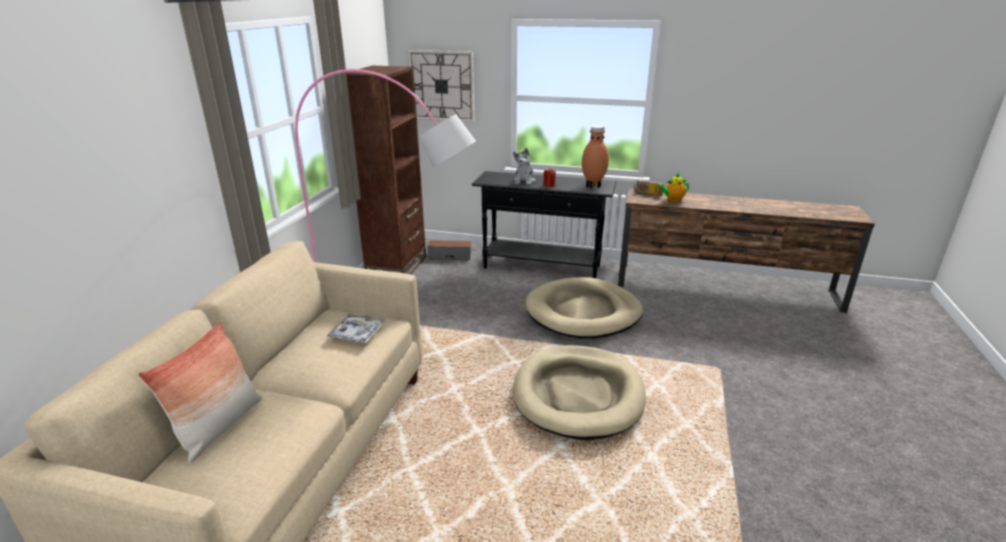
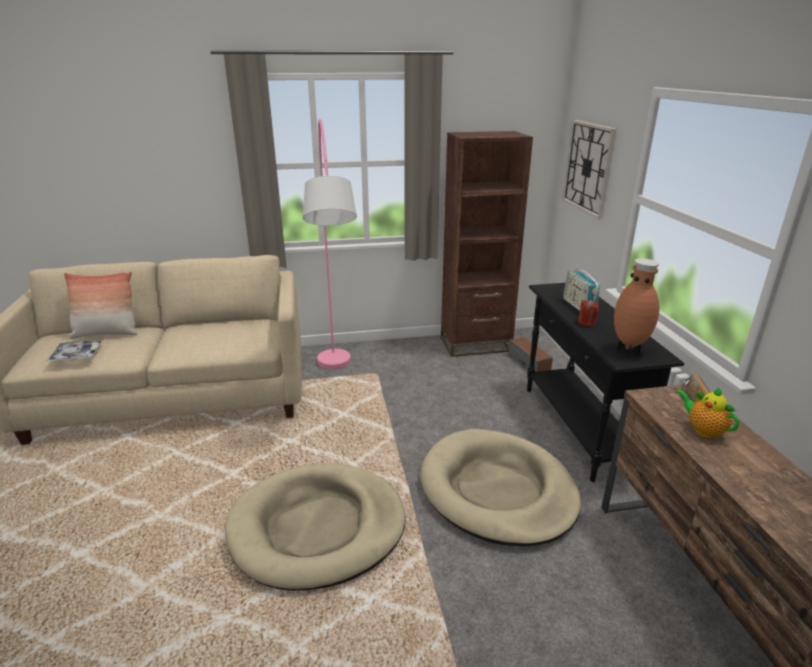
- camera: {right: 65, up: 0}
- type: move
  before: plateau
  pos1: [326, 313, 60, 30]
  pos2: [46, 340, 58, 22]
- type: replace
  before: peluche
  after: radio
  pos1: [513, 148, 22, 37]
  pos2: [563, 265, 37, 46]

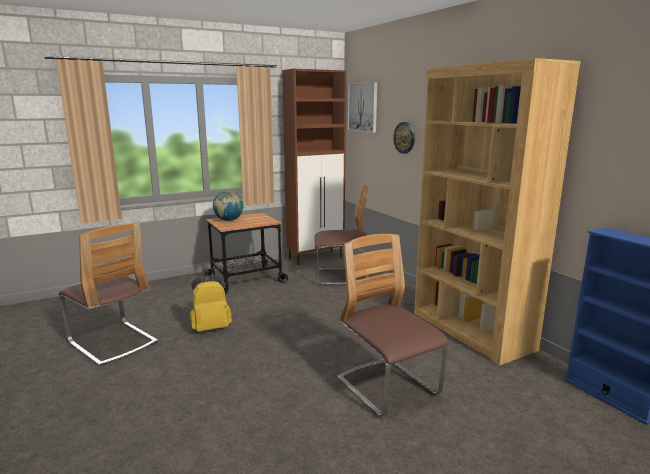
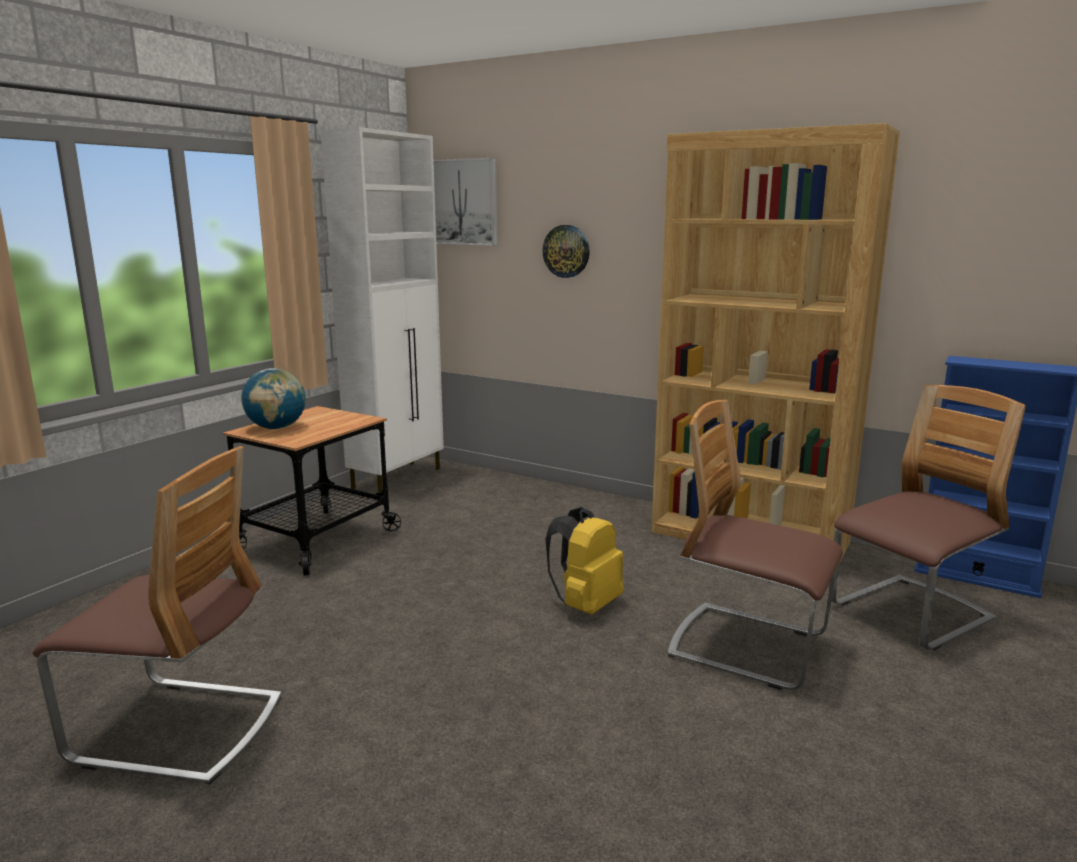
- camera: {right: -30, up: 0}
- type: recolor
  before: meuble de rangement (marron)
  after: meuble de rangement (blanc)
  pos1: [282, 69, 65, 196]
  pos2: [321, 127, 123, 366]
- type: move
  before: sac à dos (jaune)
  pos1: [190, 275, 42, 57]
  pos2: [545, 507, 79, 108]
- type: move
  before: chaise
  pos1: [314, 185, 55, 101]
  pos2: [829, 385, 197, 265]

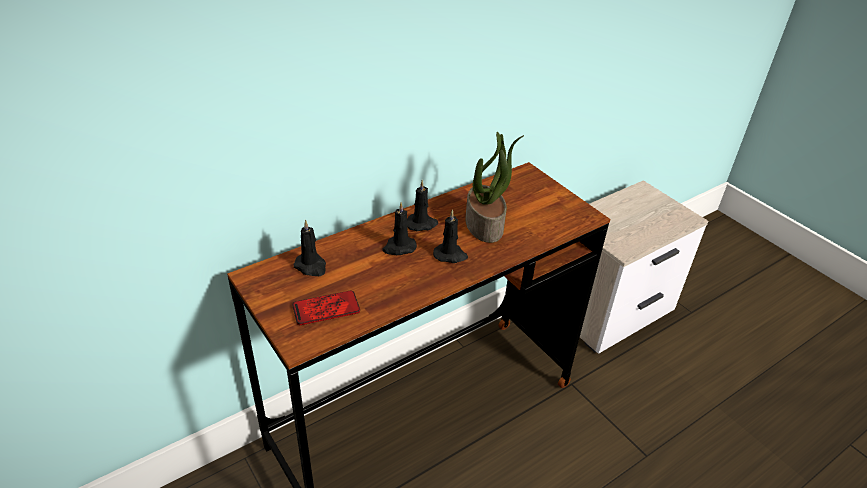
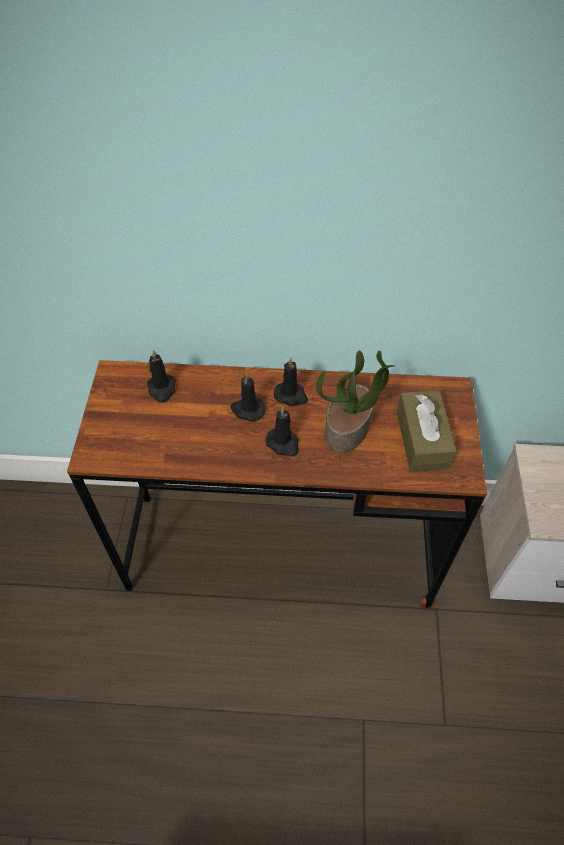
- camera: {right: 40, up: 15}
- type: insert
  after: boîte à mouchoirs (marron)
  pos2: [397, 391, 60, 81]
- type: delete
  before: téléphone
  pos1: [292, 291, 68, 34]

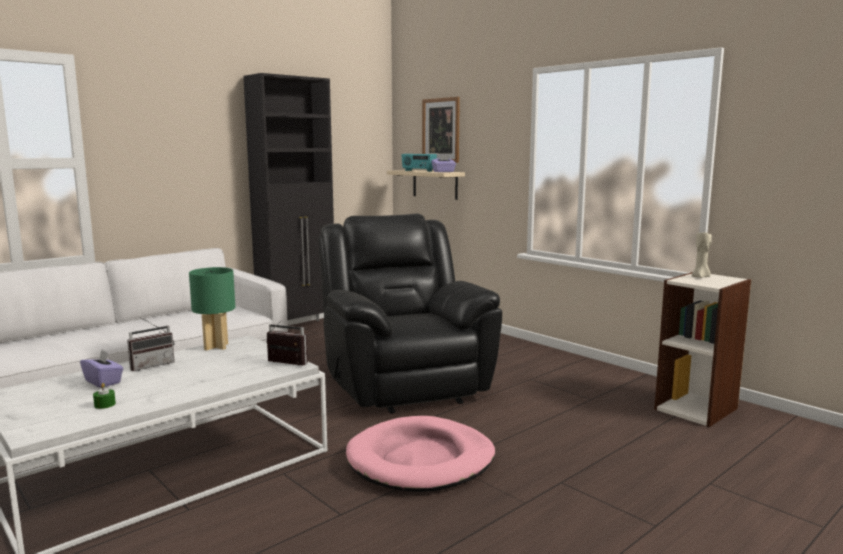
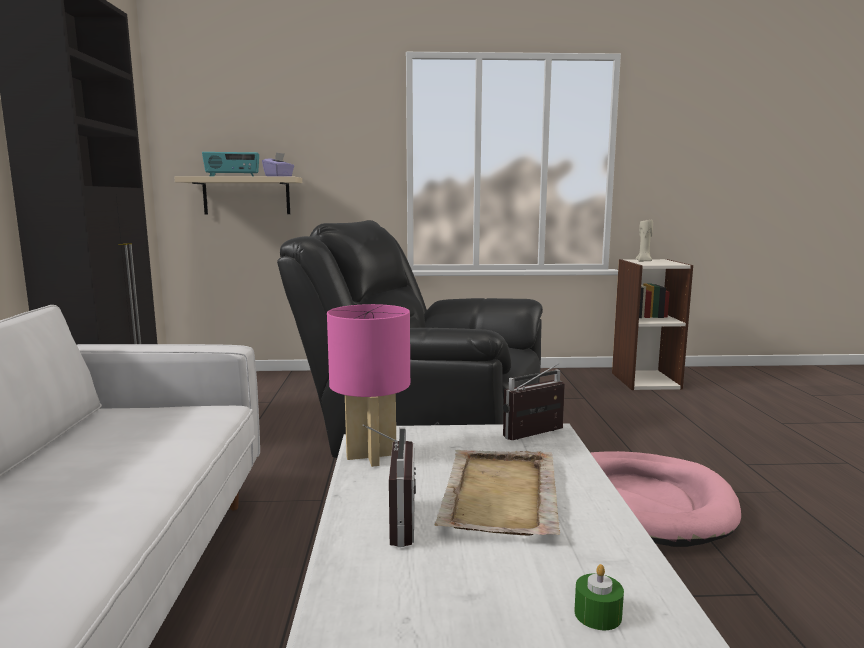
- camera: {right: -50, up: 0}
- type: recolor
  before: lampe de table (vert)
  after: lampe de table (rose)
  pos1: [189, 267, 46, 84]
  pos2: [327, 304, 83, 163]
- type: insert
  after: plateau (beige)
  pos2: [435, 450, 125, 86]
- type: delete
  before: boîte à mouchoirs (violet)
  pos1: [80, 350, 43, 38]
- type: delete
  before: tableau
  pos1: [422, 97, 38, 66]

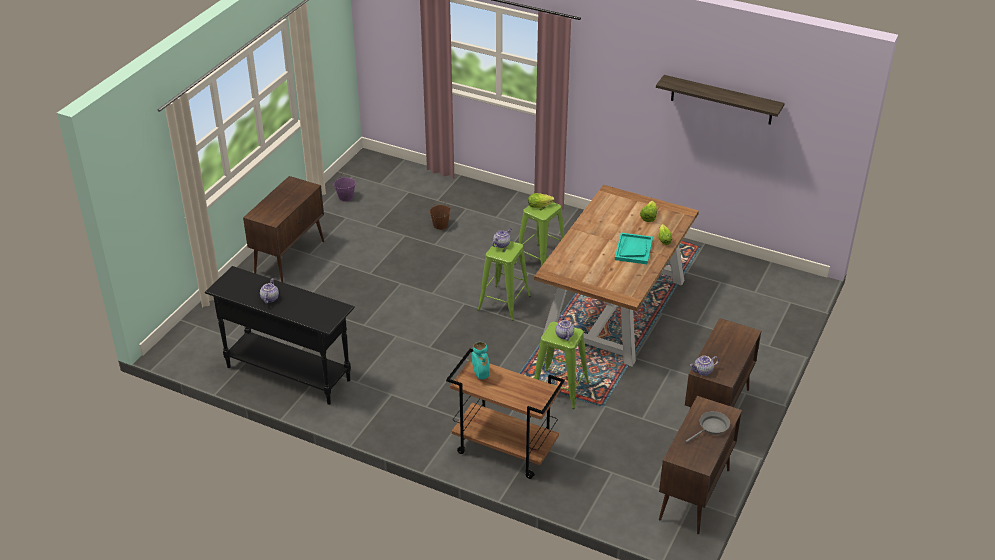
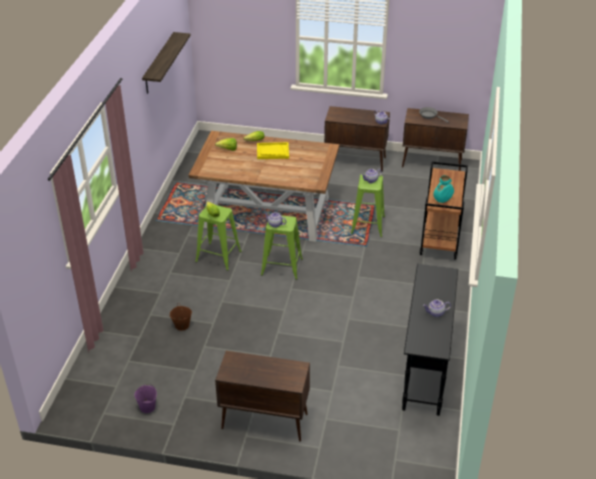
- camera: {right: -105, up: 0}
- type: recolor
  before: plateau (turquoise)
  after: plateau (jaune)
  pos1: [615, 233, 38, 31]
  pos2: [257, 142, 32, 17]

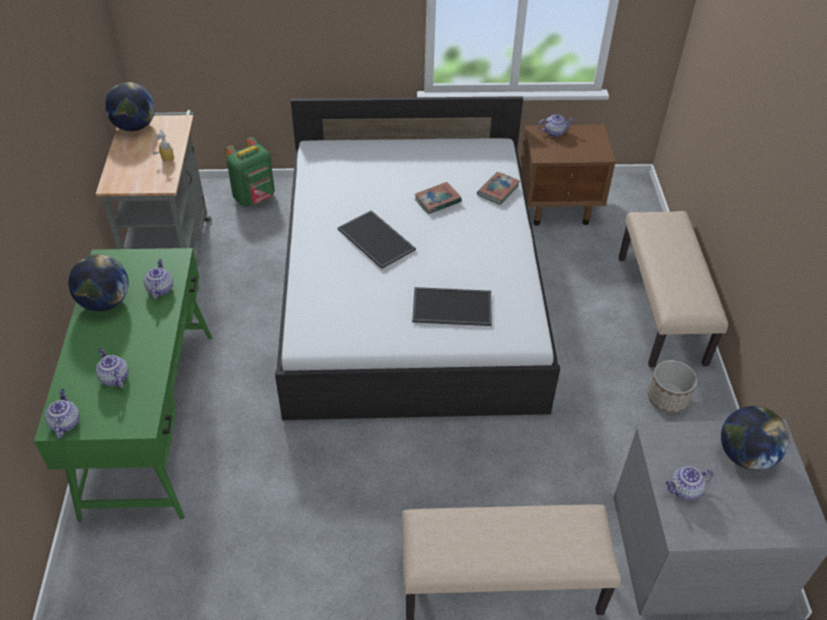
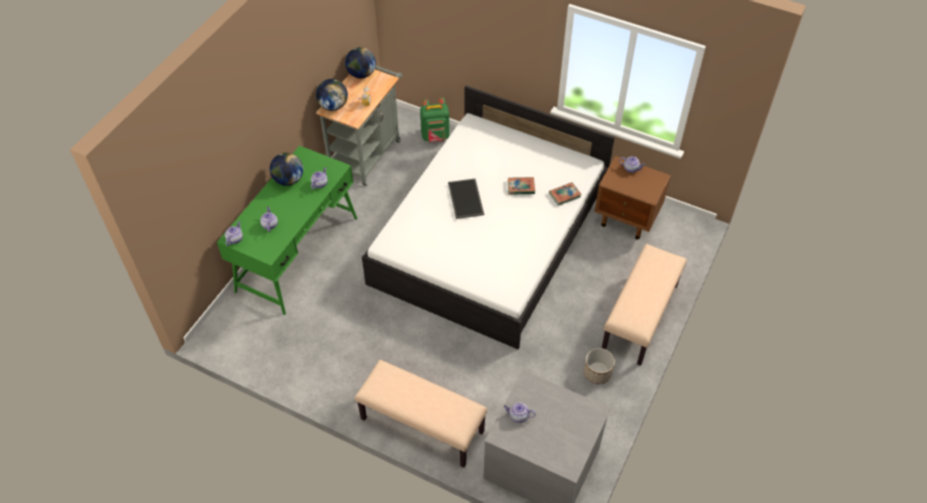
- camera: {right: 30, up: 5}
- type: move
  before: globe
  pos1: [721, 406, 68, 64]
  pos2: [316, 79, 32, 32]
- type: delete
  before: plateau
  pos1: [412, 287, 80, 39]

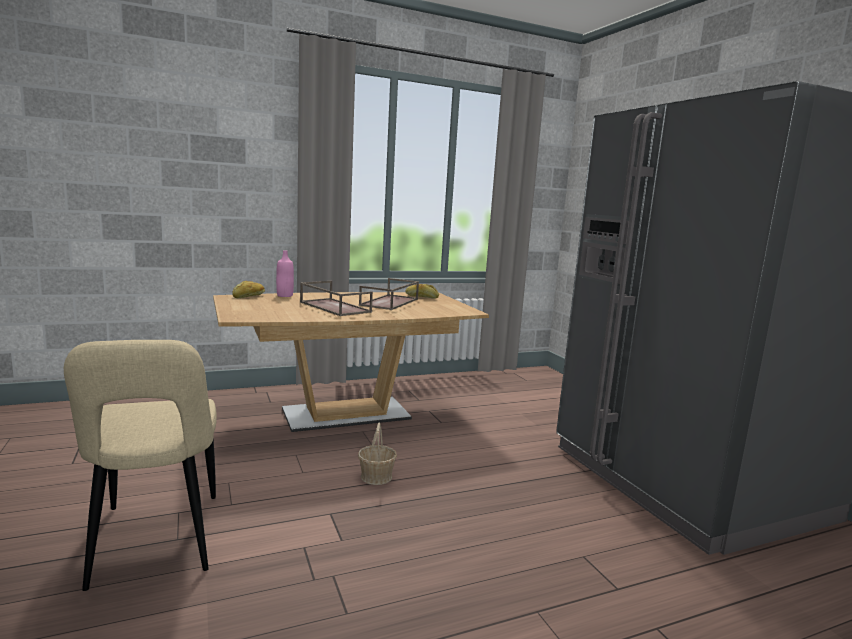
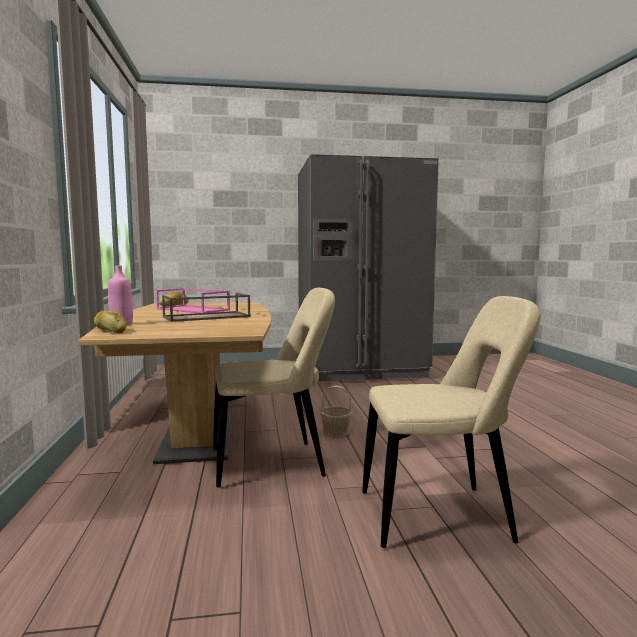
- camera: {right: -75, up: -5}
- type: recolor
  before: plateau (marron)
  after: plateau (rose)
  pos1: [359, 278, 60, 32]
  pos2: [156, 288, 74, 25]
- type: insert
  after: chaise (beige)
  pos2: [213, 288, 122, 200]

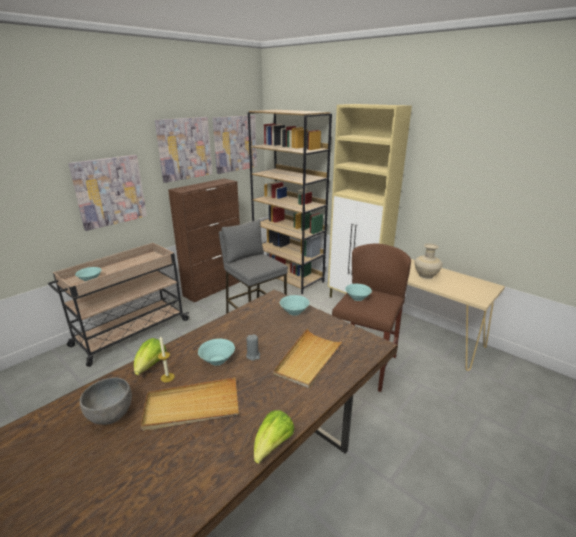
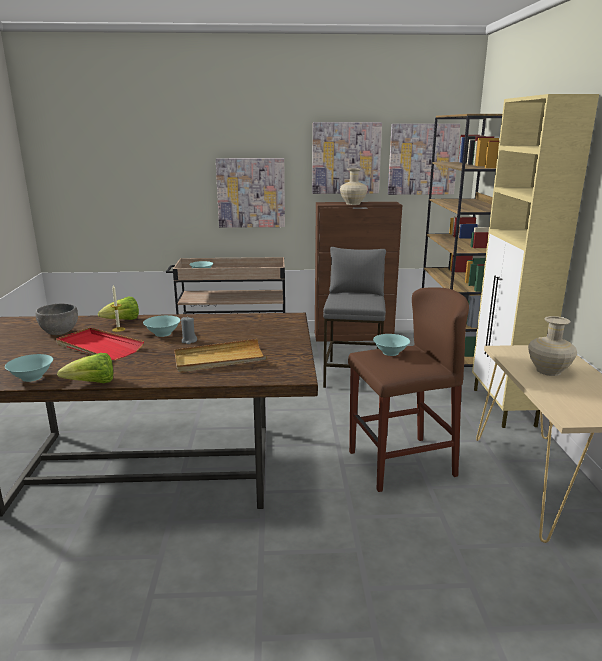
- camera: {right: 45, up: -5}
- type: move
  before: bol (turquoise)
  pos1: [280, 295, 30, 20]
  pos2: [5, 354, 48, 28]
- type: recolor
  before: plateau (beige)
  after: plateau (rouge)
  pos1: [141, 377, 98, 54]
  pos2: [56, 328, 88, 32]
- type: insert
  after: vase (beige)
  pos2: [340, 168, 28, 37]

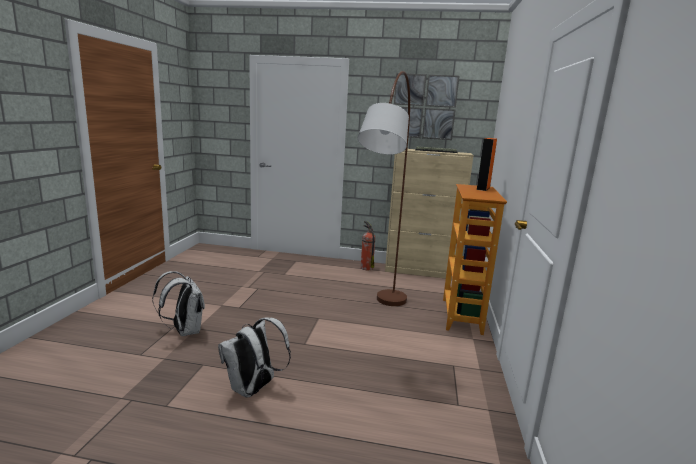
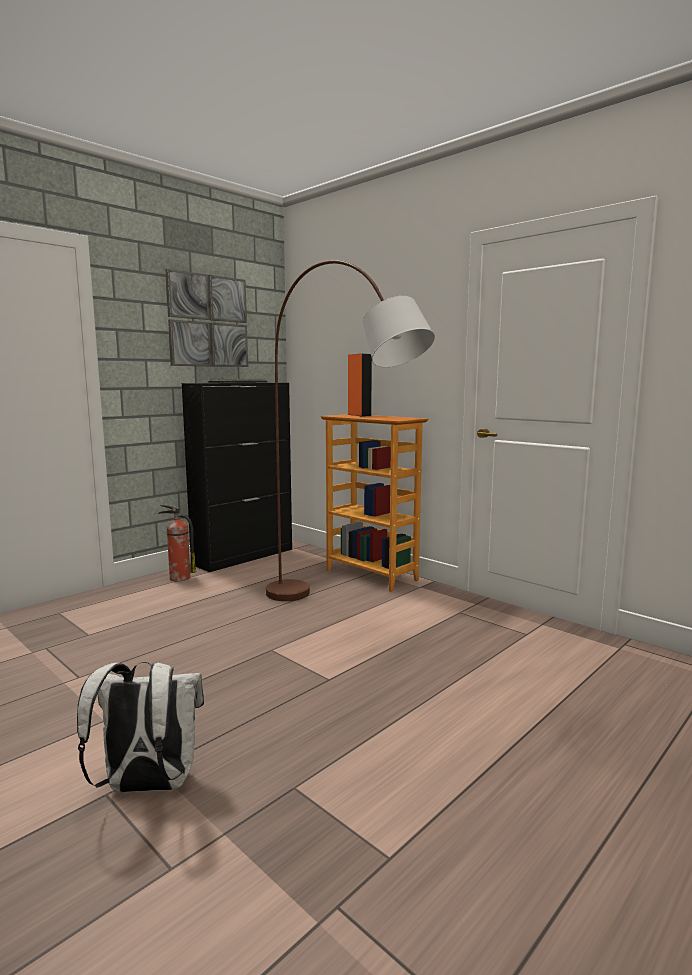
- camera: {right: -55, up: -5}
- type: recolor
  before: meuble de rangement (beige)
  after: meuble de rangement (noir)
  pos1: [385, 149, 89, 130]
  pos2: [182, 383, 110, 189]
- type: delete
  before: sac à dos (blanc)
  pos1: [218, 317, 73, 80]

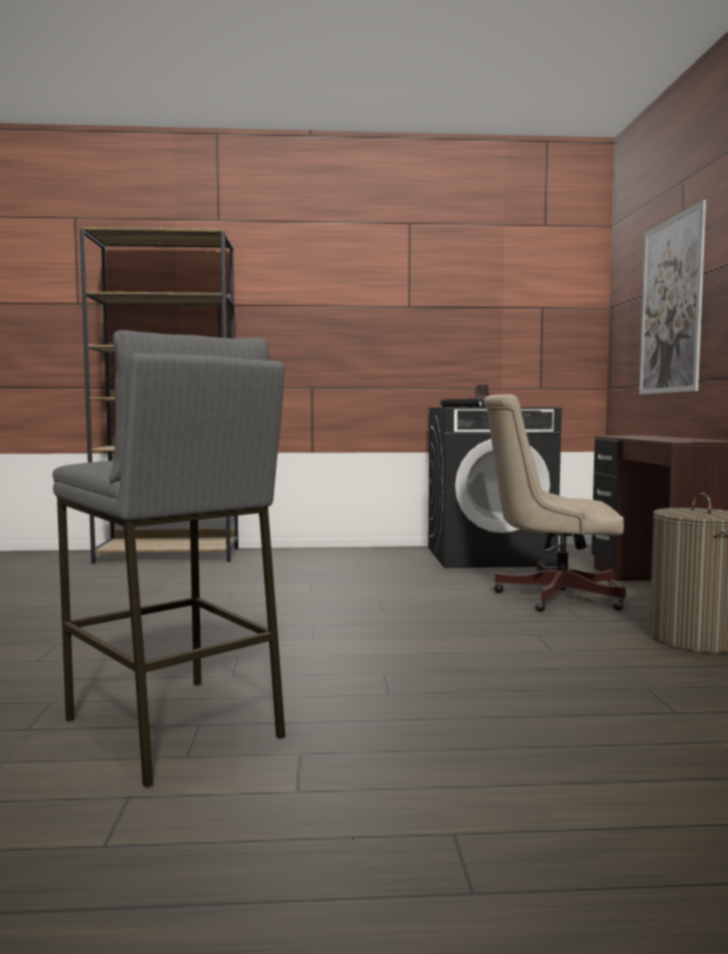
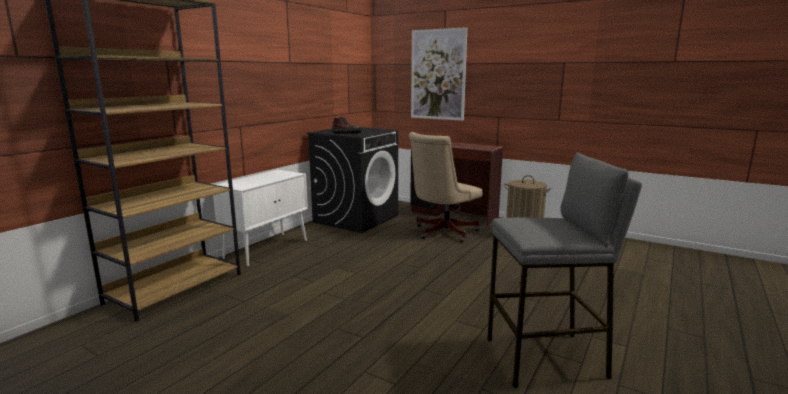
- camera: {right: -55, up: 10}
- type: insert
  after: meuble de rangement (blanc)
  pos2: [213, 170, 95, 97]

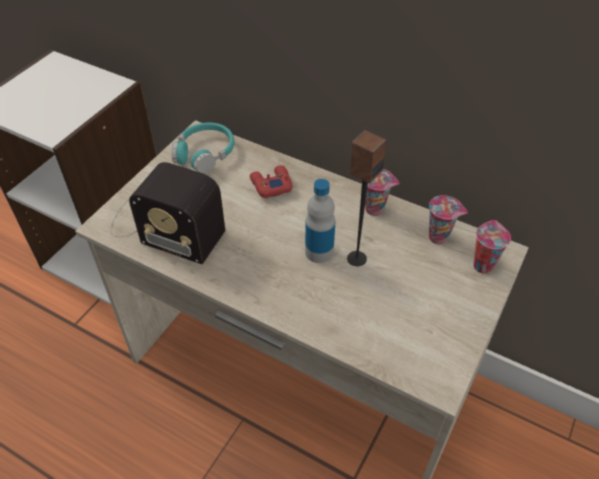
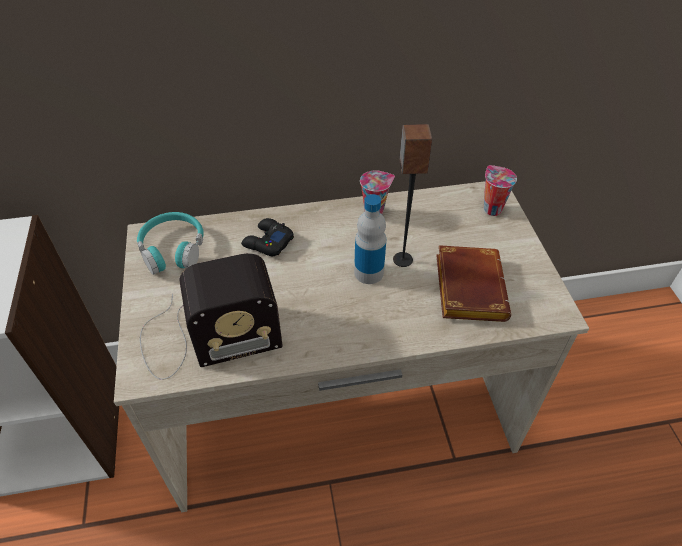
- camera: {right: -40, up: 0}
- type: recolor
  before: manette (rouge)
  after: manette (noir)
  pos1: [250, 165, 43, 33]
  pos2: [241, 218, 53, 38]
- type: insert
  after: livre (marron)
  pos2: [436, 245, 75, 77]
- type: delete
  before: tasse
  pos1: [429, 195, 39, 49]

